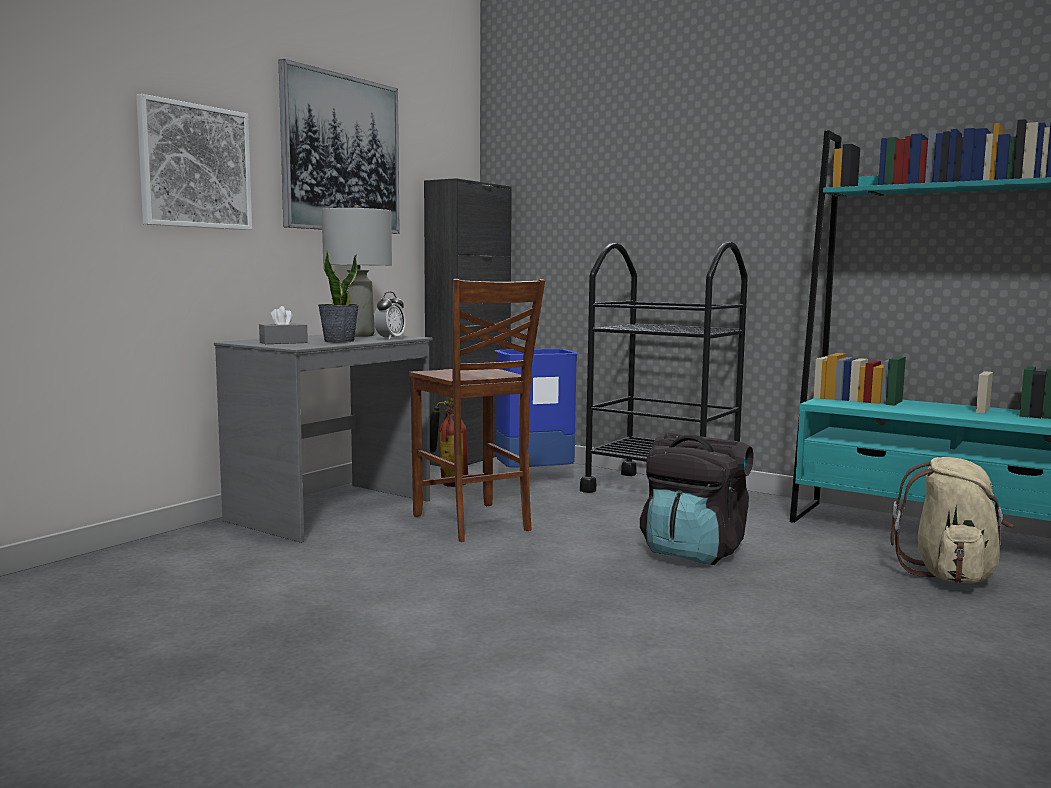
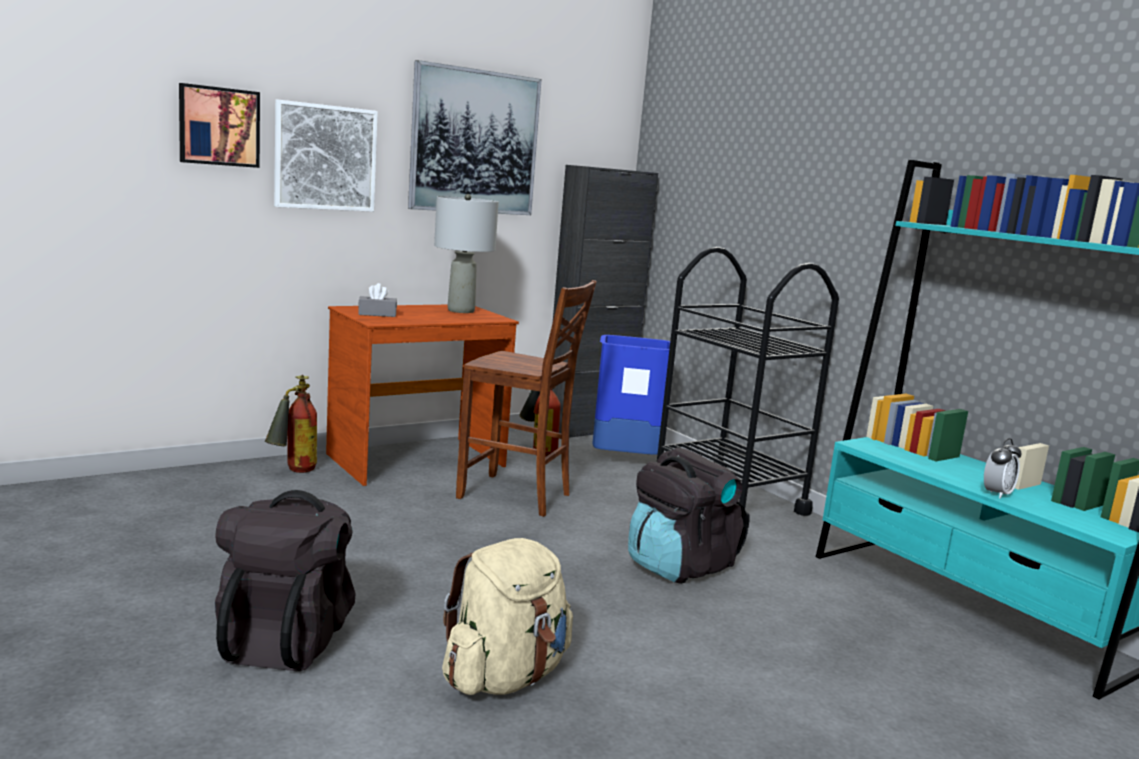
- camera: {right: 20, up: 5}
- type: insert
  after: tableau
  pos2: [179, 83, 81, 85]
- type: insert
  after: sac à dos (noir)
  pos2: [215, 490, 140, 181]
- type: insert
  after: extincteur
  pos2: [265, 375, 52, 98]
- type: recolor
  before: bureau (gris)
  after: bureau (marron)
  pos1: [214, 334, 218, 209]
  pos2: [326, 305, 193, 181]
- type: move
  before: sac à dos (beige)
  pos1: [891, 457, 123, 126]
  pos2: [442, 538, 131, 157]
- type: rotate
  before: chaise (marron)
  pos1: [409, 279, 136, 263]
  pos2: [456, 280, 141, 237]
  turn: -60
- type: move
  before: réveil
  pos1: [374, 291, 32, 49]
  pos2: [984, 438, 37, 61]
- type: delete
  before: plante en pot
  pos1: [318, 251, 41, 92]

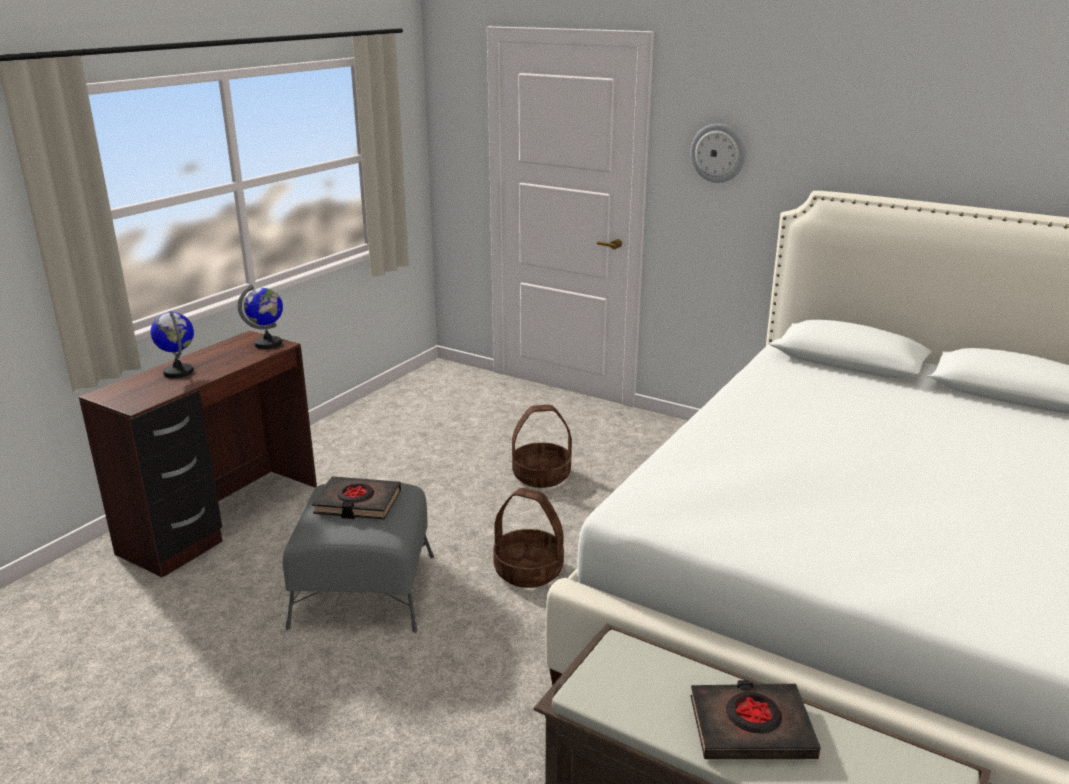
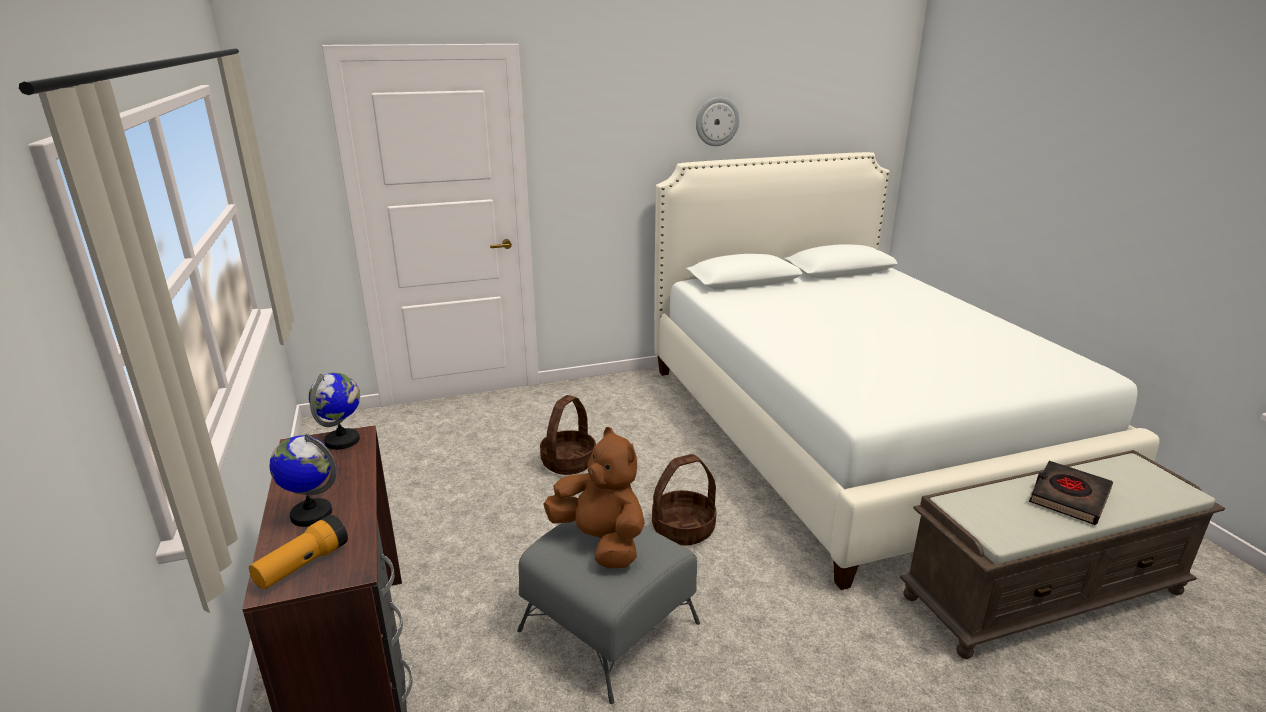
- camera: {right: -50, up: 0}
- type: insert
  after: lampe de poche
  pos2: [249, 515, 99, 74]
- type: replace
  before: livre (noir)
  after: peluche (marron)
  pos1: [312, 476, 89, 43]
  pos2: [543, 427, 101, 141]
- type: move
  before: horloge murale
  pos1: [690, 124, 56, 59]
  pos2: [696, 97, 44, 49]

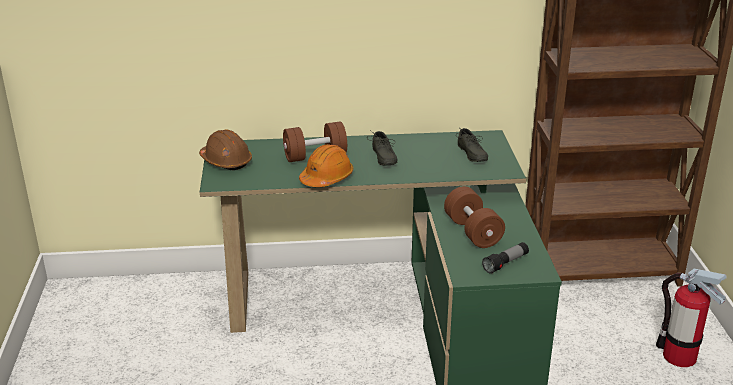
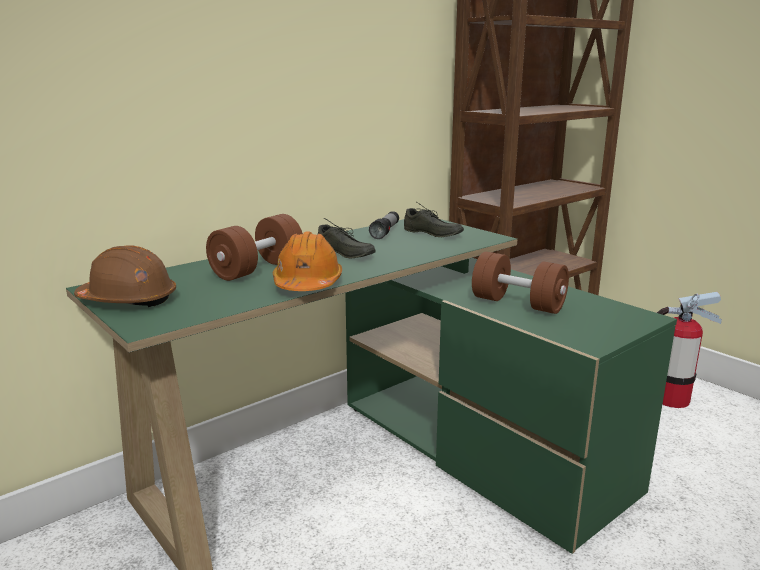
- camera: {right: -35, up: -10}
- type: move
  before: lampe de poche
  pos1: [482, 242, 47, 32]
  pos2: [369, 211, 30, 28]

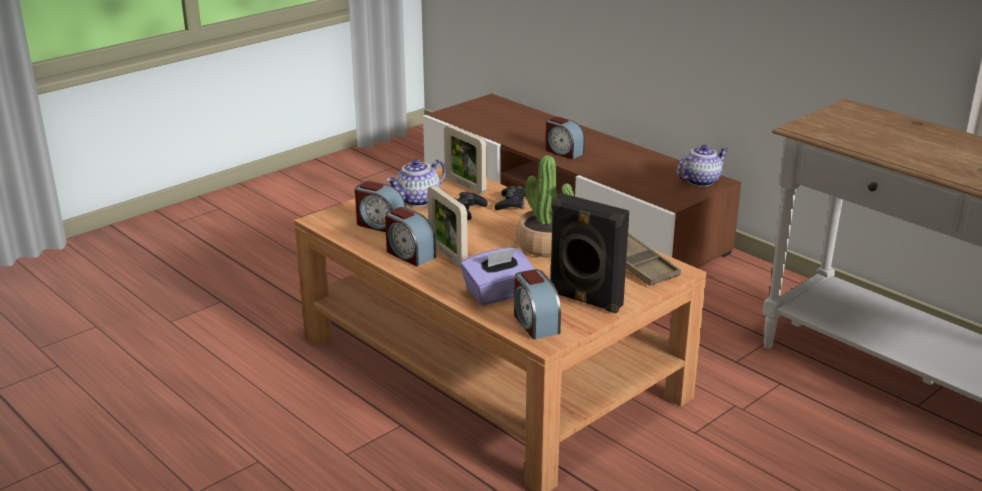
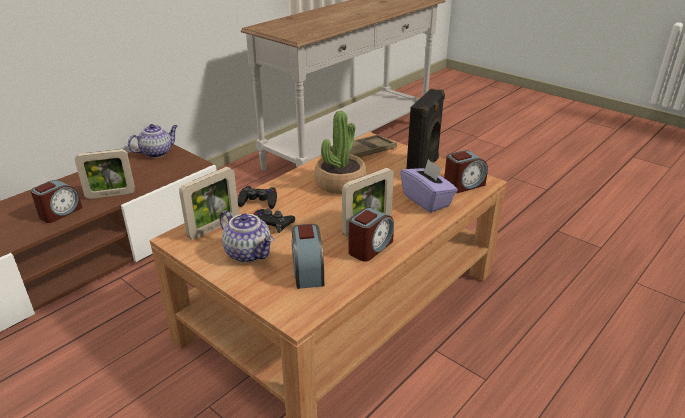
- camera: {right: -95, up: 5}
- type: insert
  after: cadre photo
  pos2: [75, 149, 60, 50]
- type: rotate
  before: théière
  pos1: [677, 145, 51, 42]
  pos2: [128, 124, 50, 34]
  turn: 90
- type: rotate
  before: réveil
  pos1: [355, 181, 51, 51]
  pos2: [292, 224, 32, 65]
  turn: 150

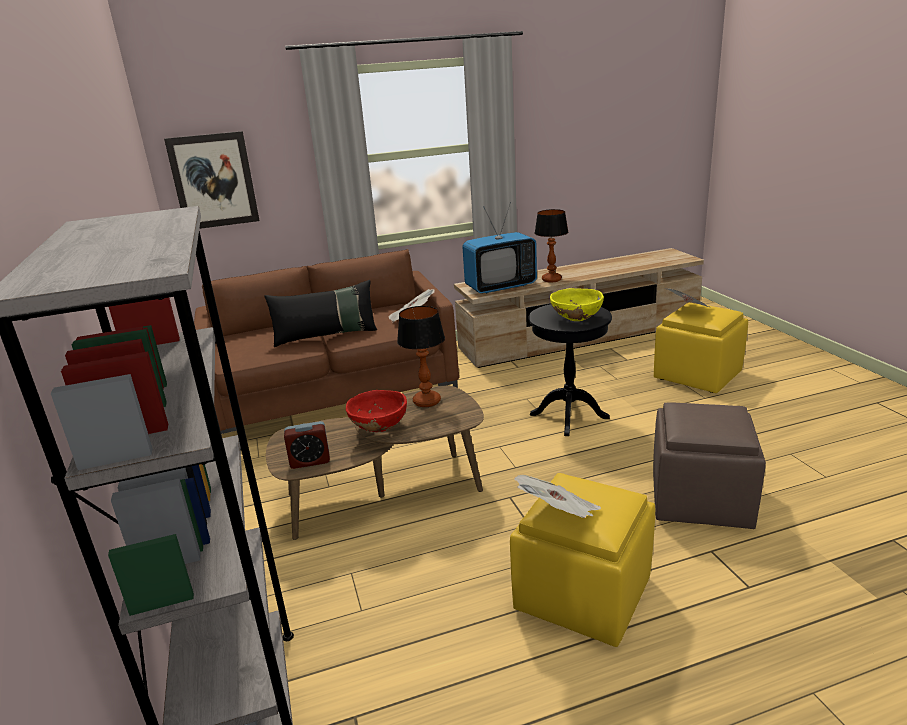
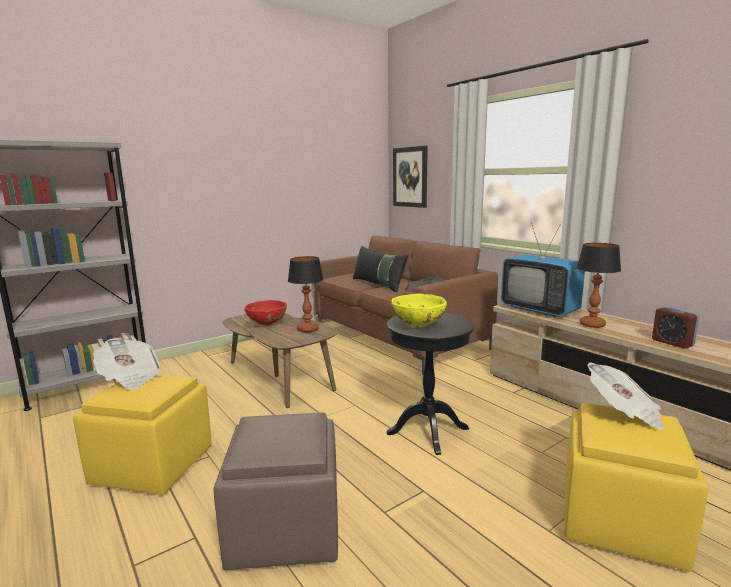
- camera: {right: 70, up: -10}
- type: move
  before: réveil
  pos1: [284, 421, 46, 48]
  pos2: [652, 307, 48, 42]

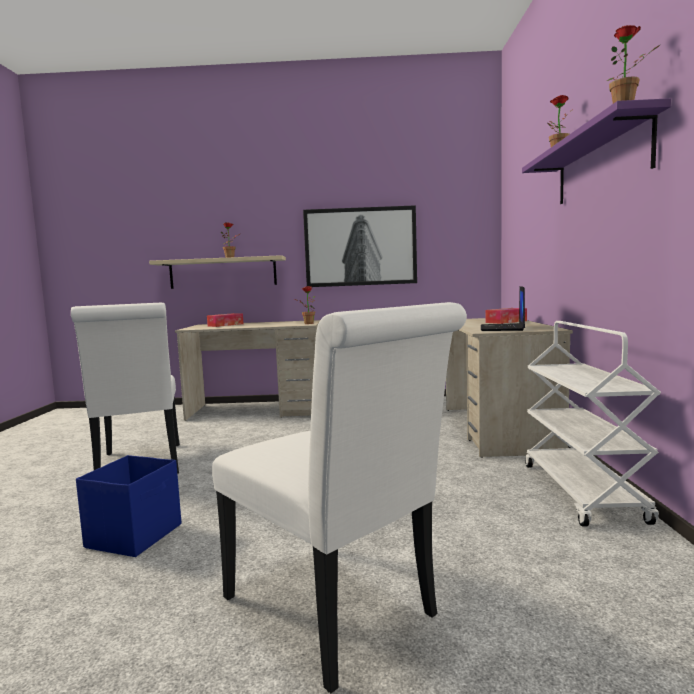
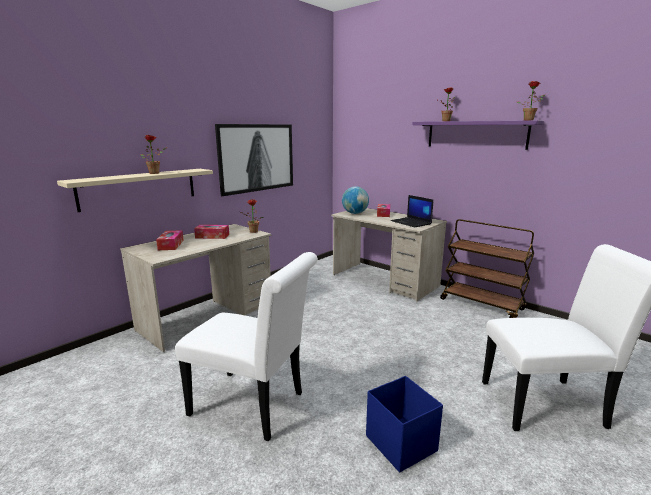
- camera: {right: -50, up: 10}
- type: insert
  after: boîte à mouchoirs
  pos2: [194, 225, 35, 14]
- type: insert
  after: globe
  pos2: [342, 187, 27, 27]
- type: recolor
  before: chariot (blanc)
  after: chariot (marron)
  pos1: [525, 321, 136, 206]
  pos2: [440, 219, 94, 99]

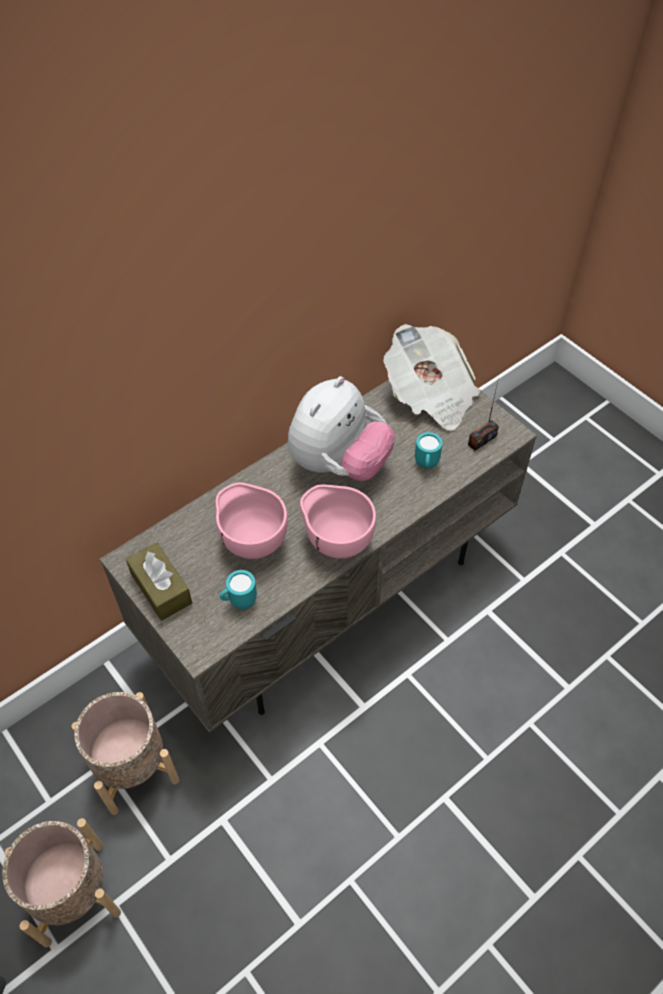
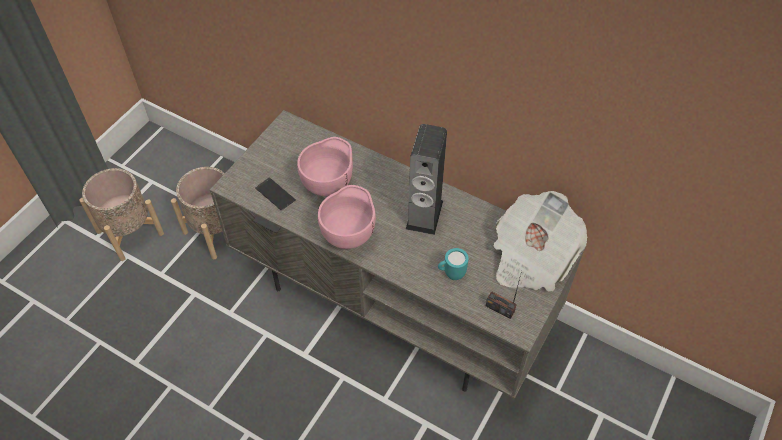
- camera: {right: 70, up: 0}
- type: replace
  before: mug (turquoise)
  after: téléphone
  pos1: [219, 570, 38, 40]
  pos2: [255, 177, 41, 34]
- type: replace
  before: peluche
  after: enceinte
  pos1: [288, 376, 107, 105]
  pos2: [406, 124, 41, 111]
- type: delete
  before: boîte à mouchoirs (marron)
  pos1: [126, 543, 66, 78]

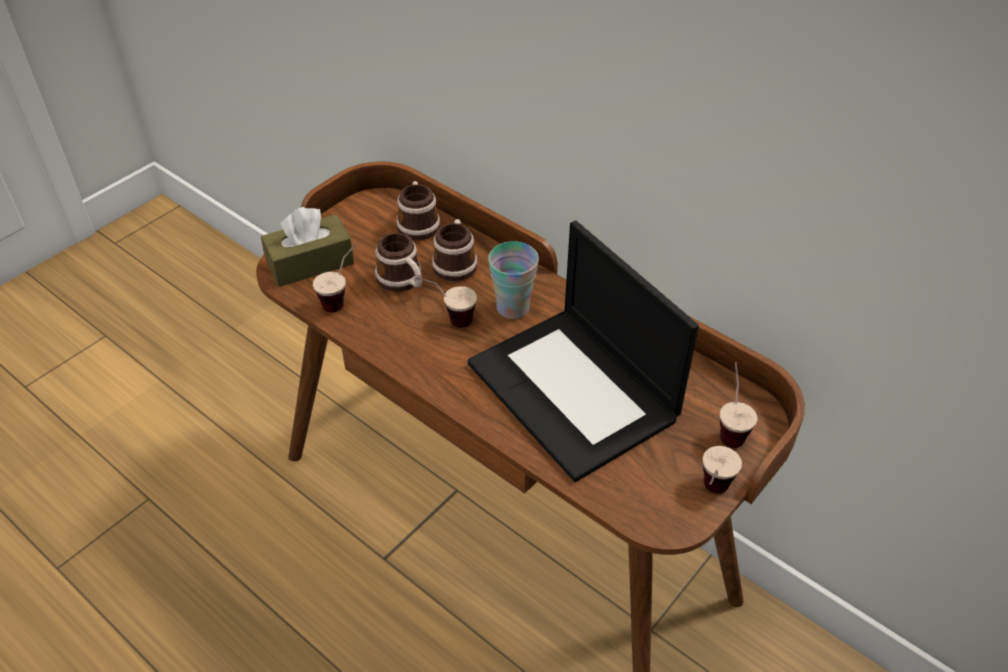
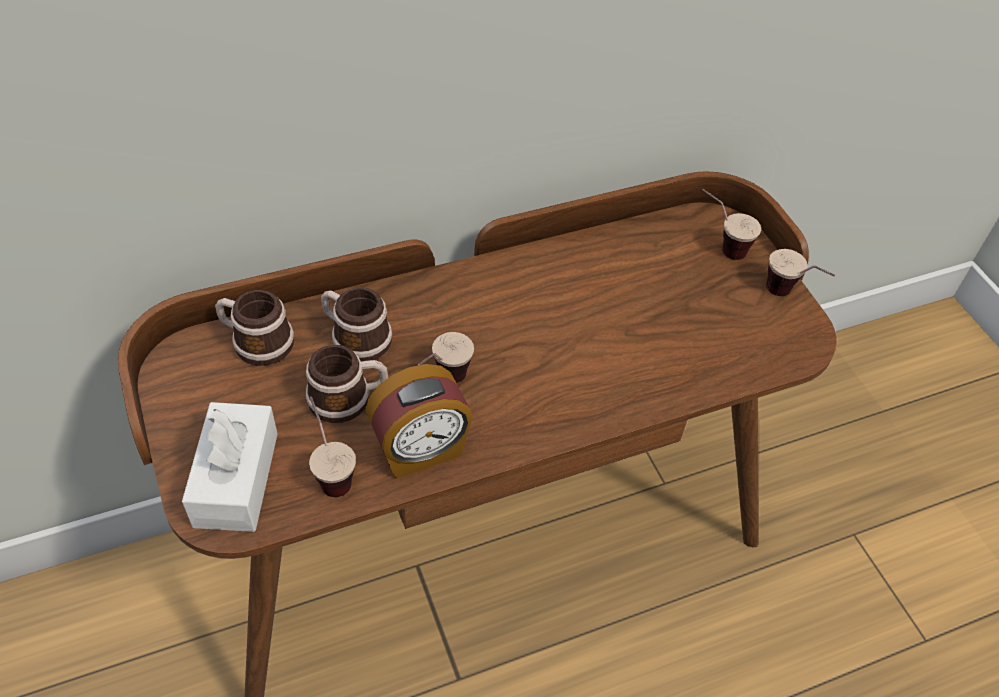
- camera: {right: -65, up: 5}
- type: recolor
  before: boîte à mouchoirs (marron)
  after: boîte à mouchoirs (blanc)
  pos1: [261, 207, 93, 80]
  pos2: [182, 402, 96, 130]
- type: insert
  after: réveil
  pos2: [366, 364, 107, 115]
- type: delete
  before: ordinateur portable
  pos1: [468, 221, 231, 261]
- type: delete
  before: tasse
  pos1: [488, 241, 51, 78]

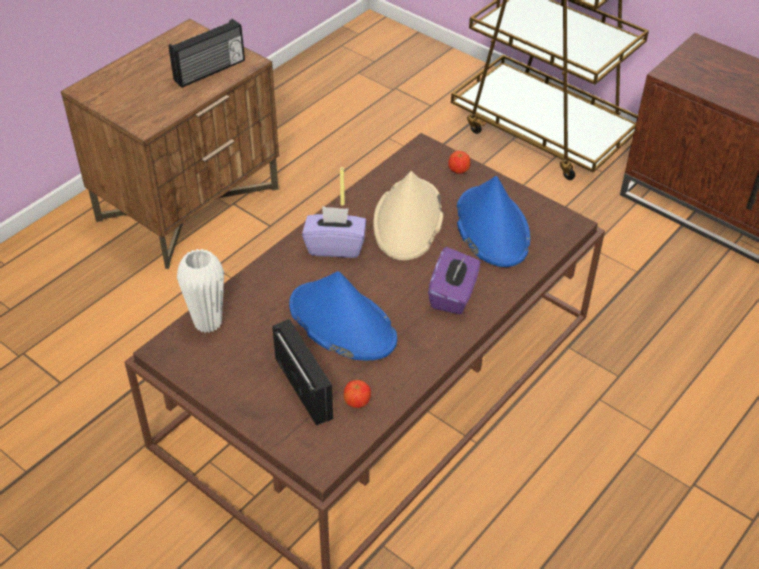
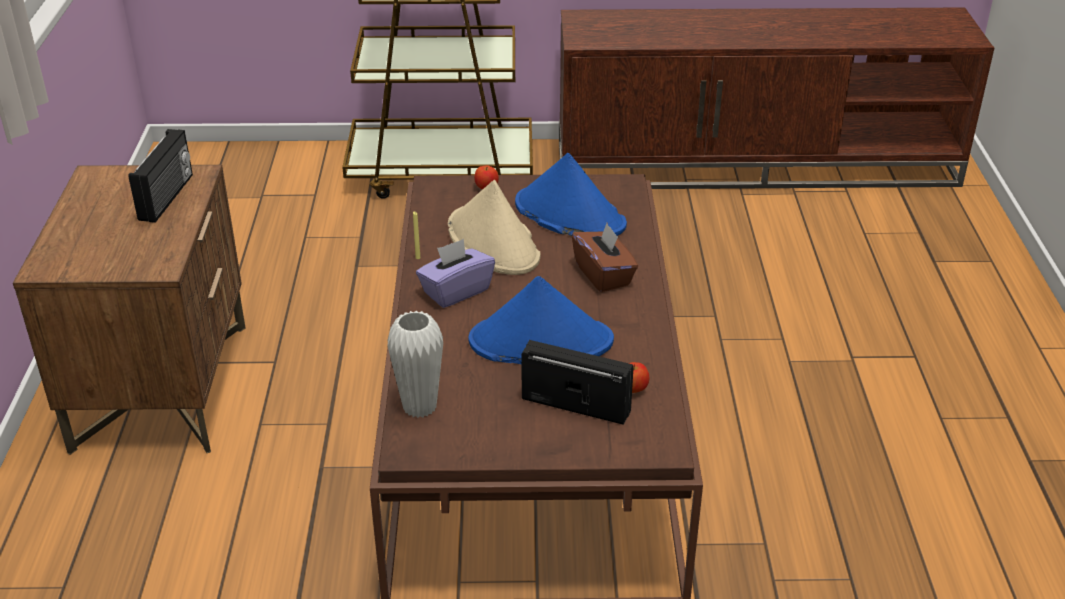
- camera: {right: -40, up: -10}
- type: recolor
  before: boîte à mouchoirs (violet)
  after: boîte à mouchoirs (marron)
  pos1: [428, 247, 52, 68]
  pos2: [572, 223, 66, 69]

